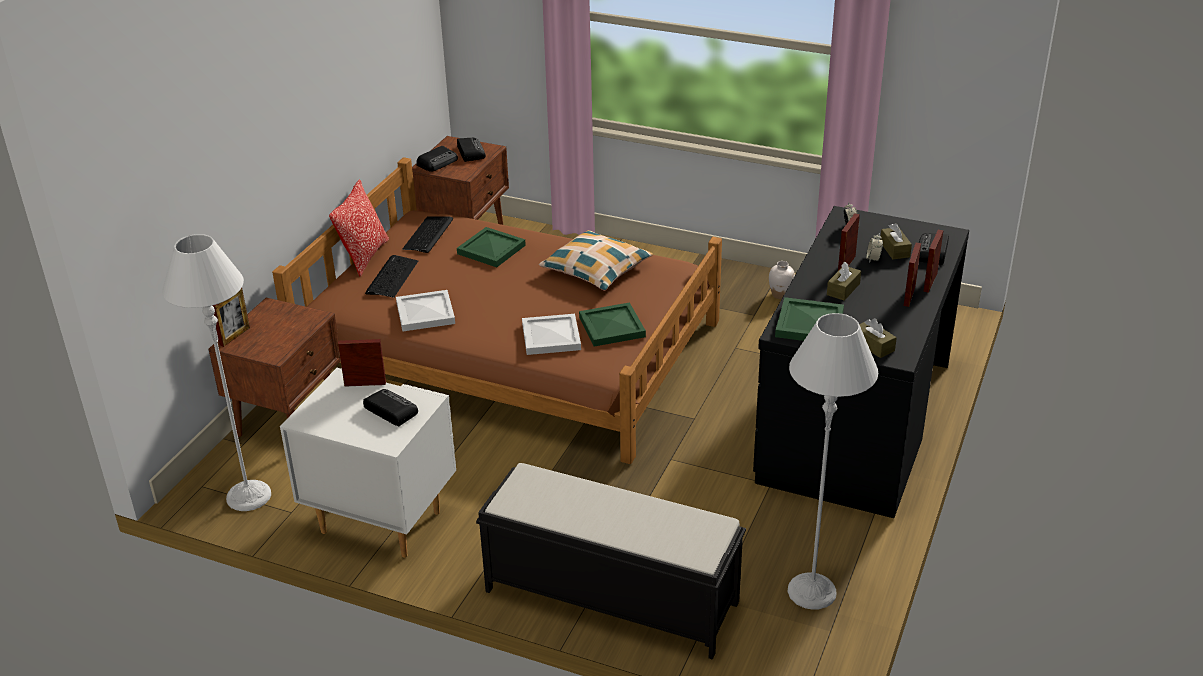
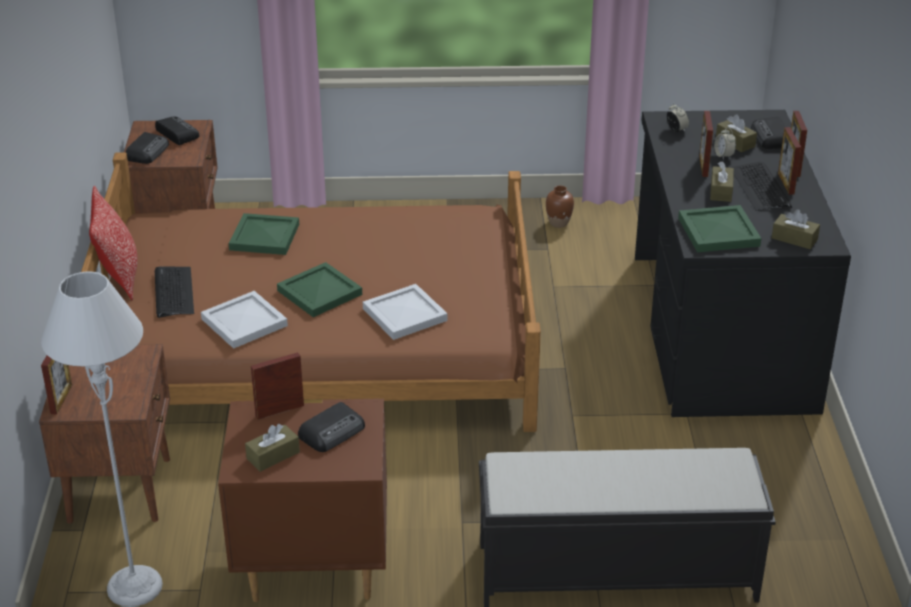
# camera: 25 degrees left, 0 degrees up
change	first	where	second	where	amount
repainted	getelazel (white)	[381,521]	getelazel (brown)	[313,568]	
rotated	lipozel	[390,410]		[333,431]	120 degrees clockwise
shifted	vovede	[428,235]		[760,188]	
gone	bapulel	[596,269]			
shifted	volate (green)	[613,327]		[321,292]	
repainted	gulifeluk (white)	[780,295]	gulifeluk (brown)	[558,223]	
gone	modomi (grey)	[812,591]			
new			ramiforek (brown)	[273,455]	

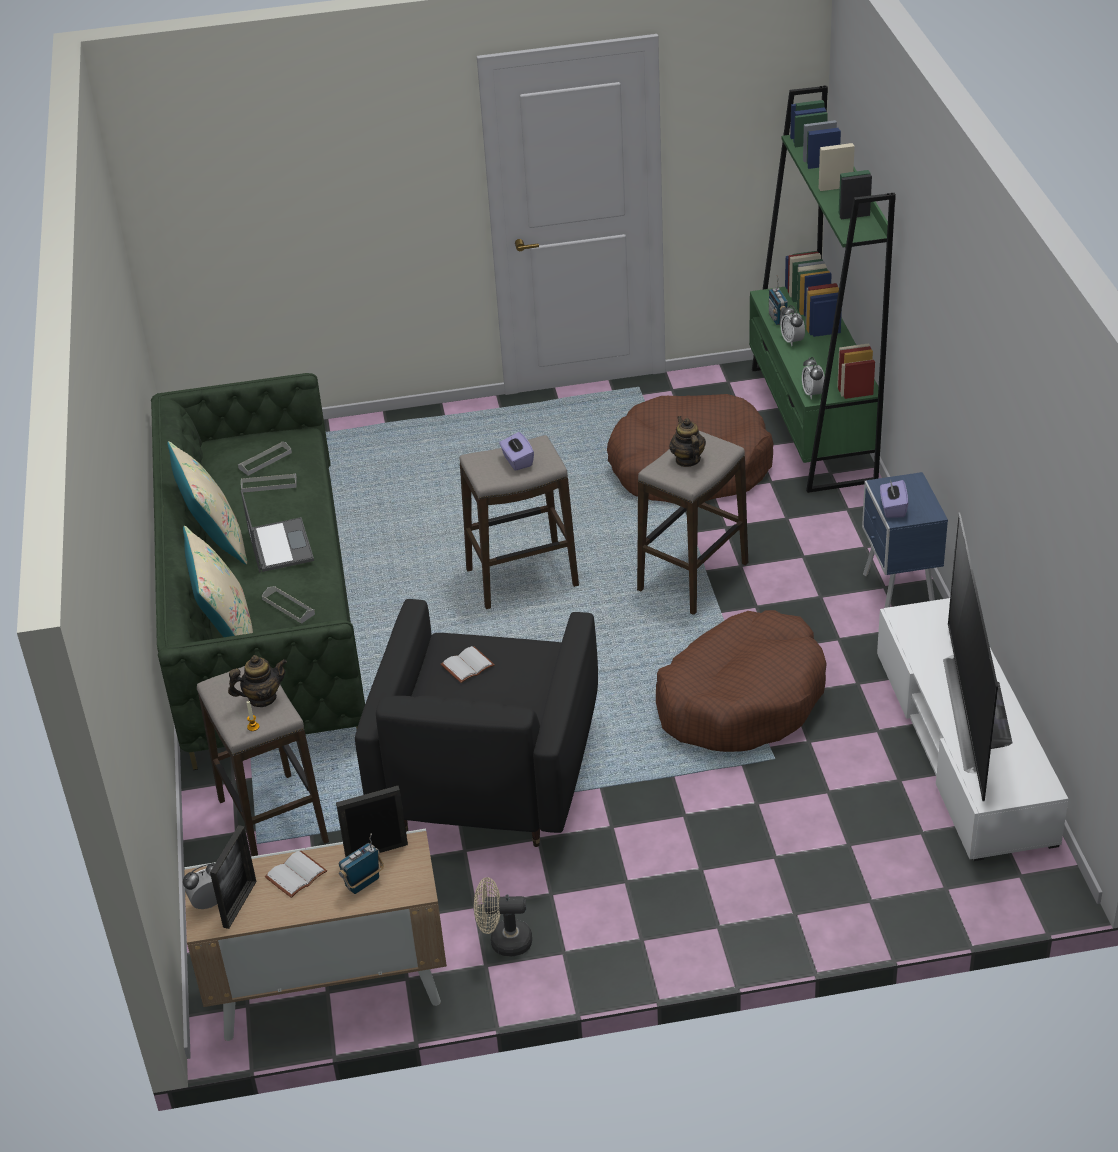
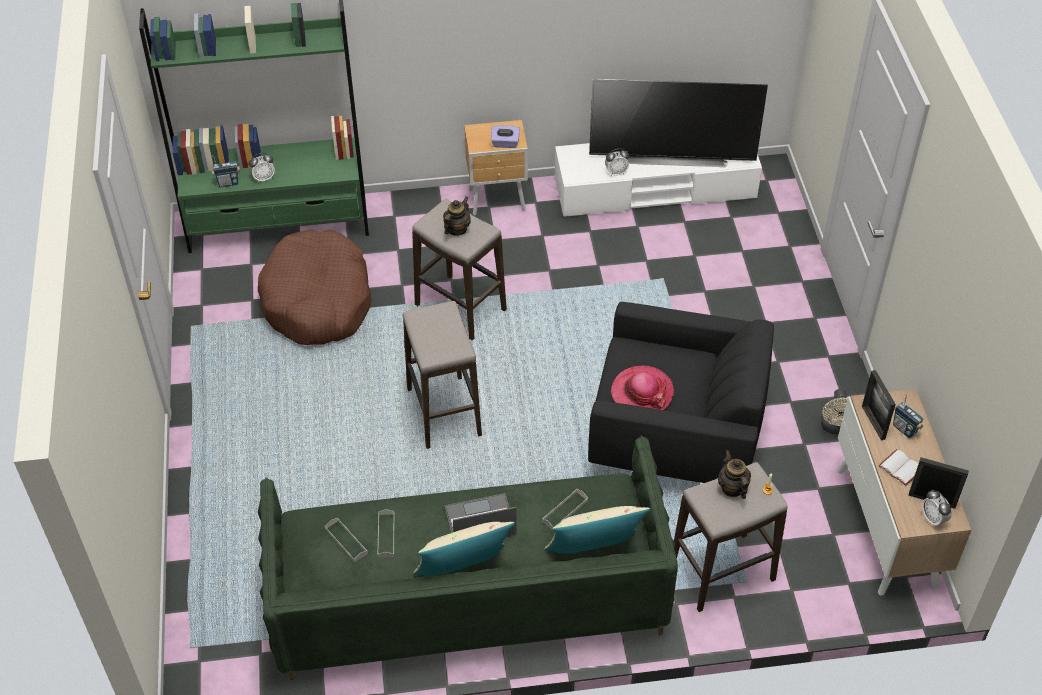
# camera: 90 degrees left, 10 degrees up
change	first	where	second	where	amount
swapped	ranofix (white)	[467,665]	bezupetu	[642,393]	
gone	ramiforek (purple)	[517,461]			
gone	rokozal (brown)	[741,699]			
rotated	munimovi	[687,460]		[456,229]	135 degrees clockwise
shifted	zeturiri	[812,393]		[616,172]	
repainted	getelazel (blue)	[898,594]	getelazel (brown)	[498,201]	

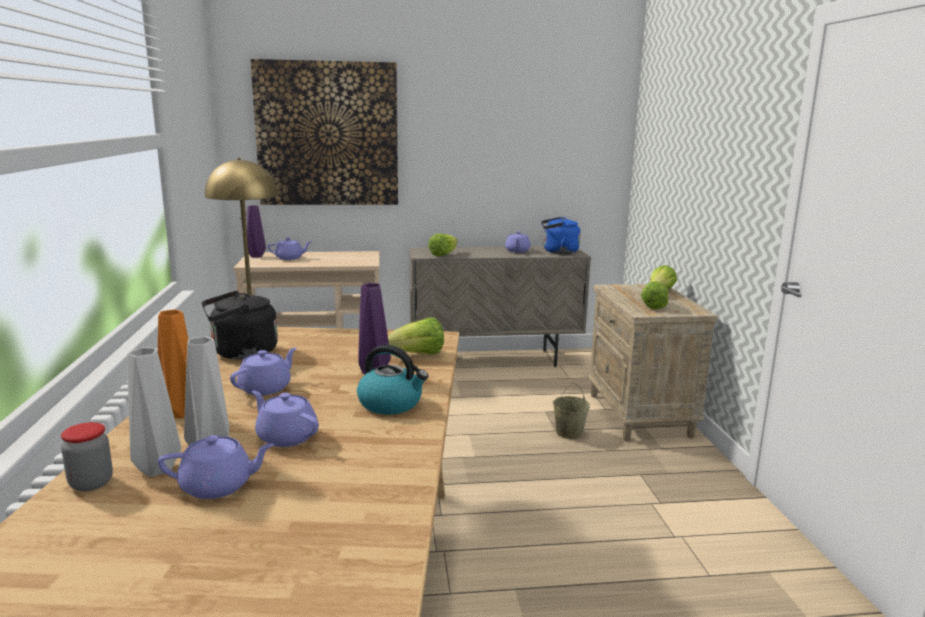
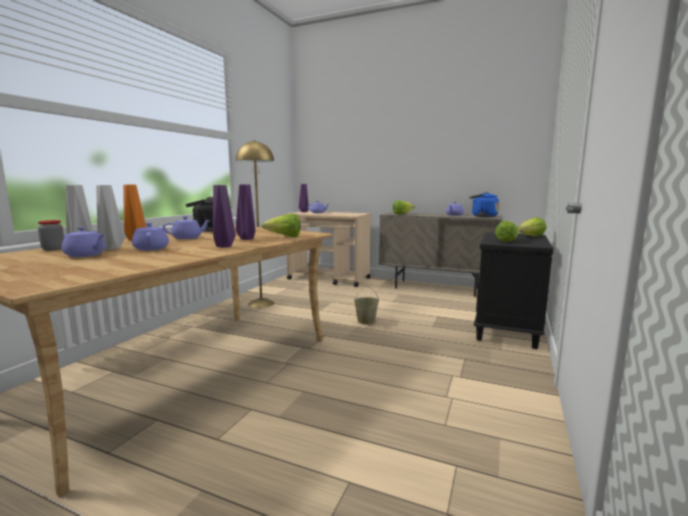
# camera: 30 degrees right, 5 degrees down
change	first	where	second	where	amount
gone	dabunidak	[327,134]			
swapped	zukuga	[391,404]	gulifeluk (purple)	[224,246]	
shifted	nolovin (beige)	[568,433]		[366,321]	
repainted	getelazel (beige)	[640,415]	getelazel (black)	[507,329]	

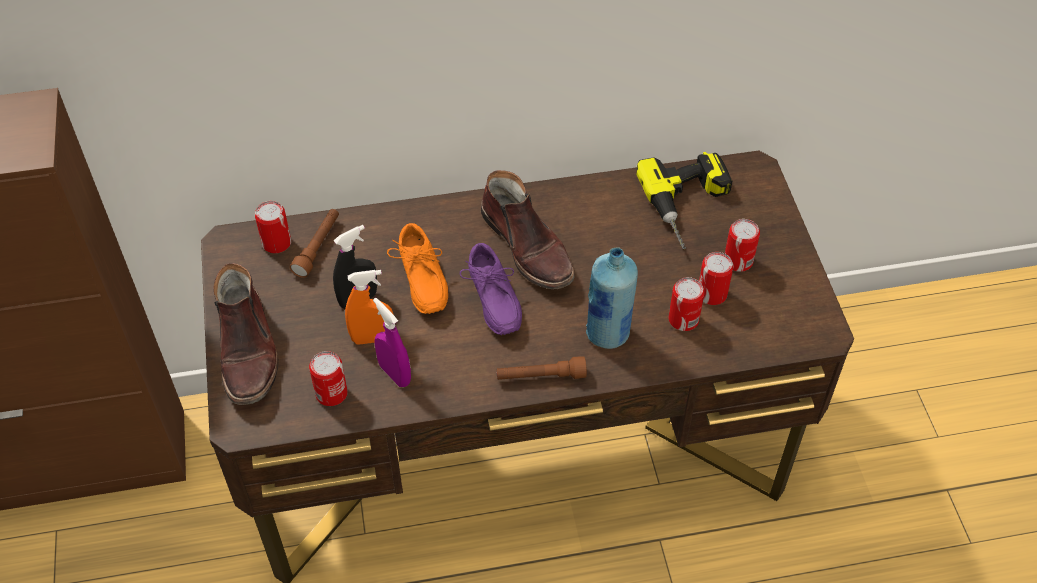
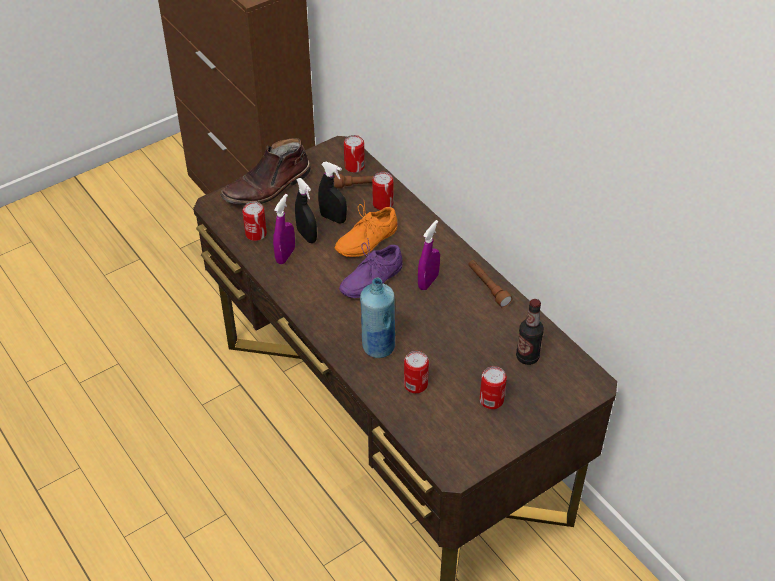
# camera: 65 degrees right, 5 degrees down
change	first	where	second	where	amount
repainted	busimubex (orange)	[372,338]	busimubex (black)	[307,236]	
swapped	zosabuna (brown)	[528,247]	busimubex (purple)	[428,282]	
shifted	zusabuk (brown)	[540,376]		[488,287]	
swapped	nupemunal	[691,206]	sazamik	[527,357]	
shifted	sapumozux	[712,294]		[382,204]	

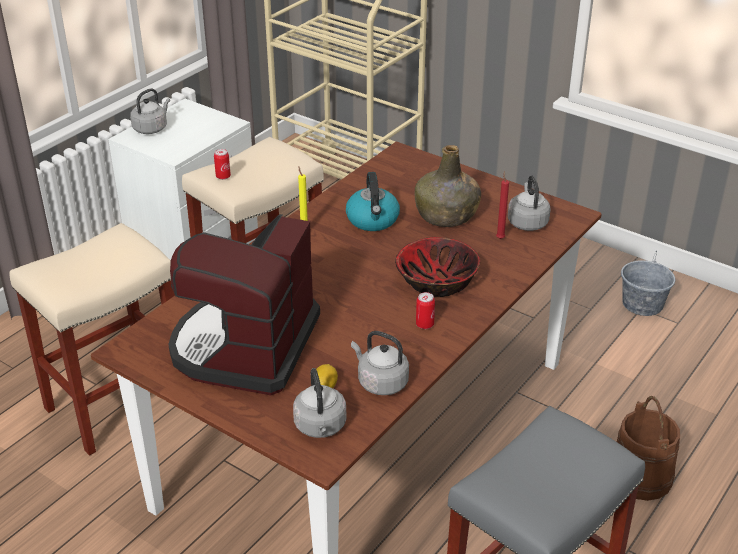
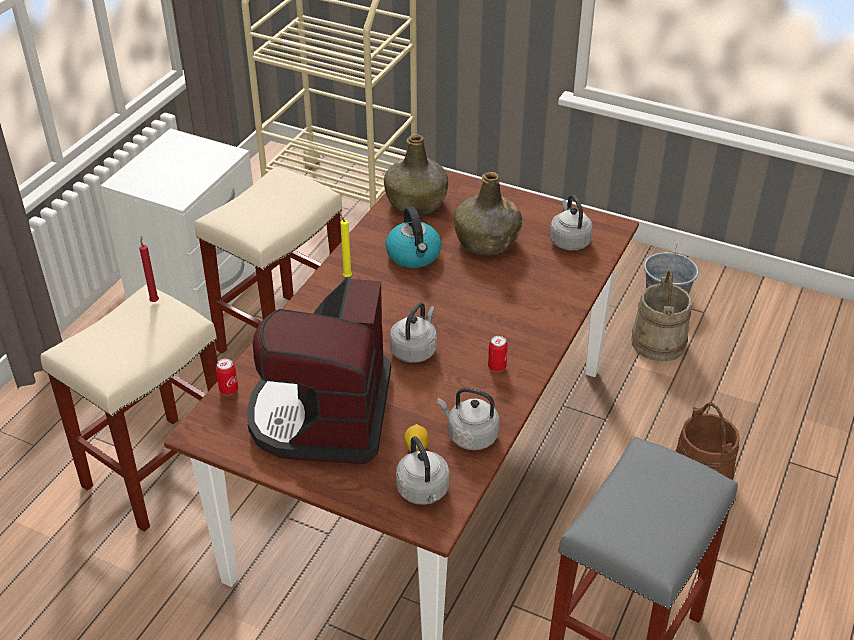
# camera: 10 degrees left, 5 degrees up
change	first	where	second	where	amount
shifted	zukuga (grey)	[151,128]		[415,349]	
shifted	sapumozux	[223,176]		[229,390]	
gone	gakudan	[436,282]			
shifted	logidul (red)	[500,238]		[154,301]	
new			sazamik (green)	[417,202]	
new			nolovin (beige)	[659,342]	

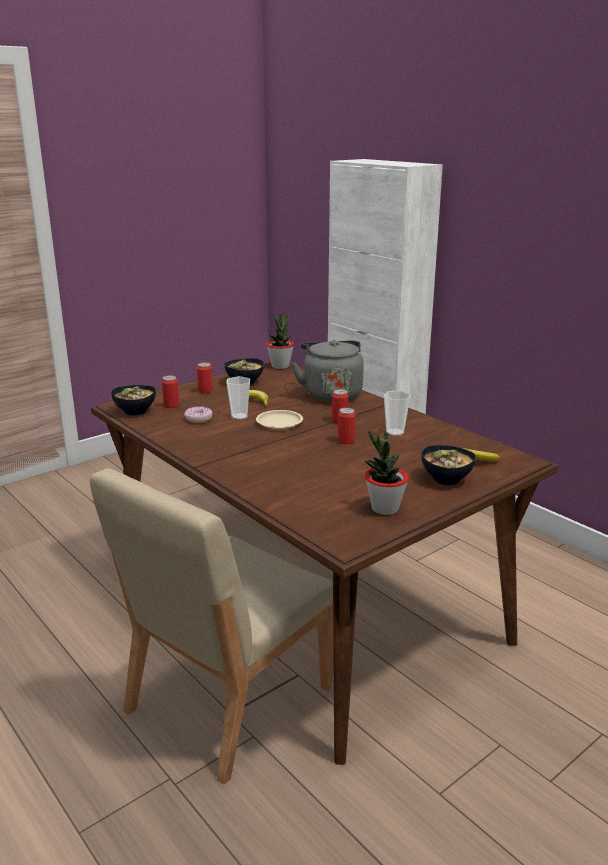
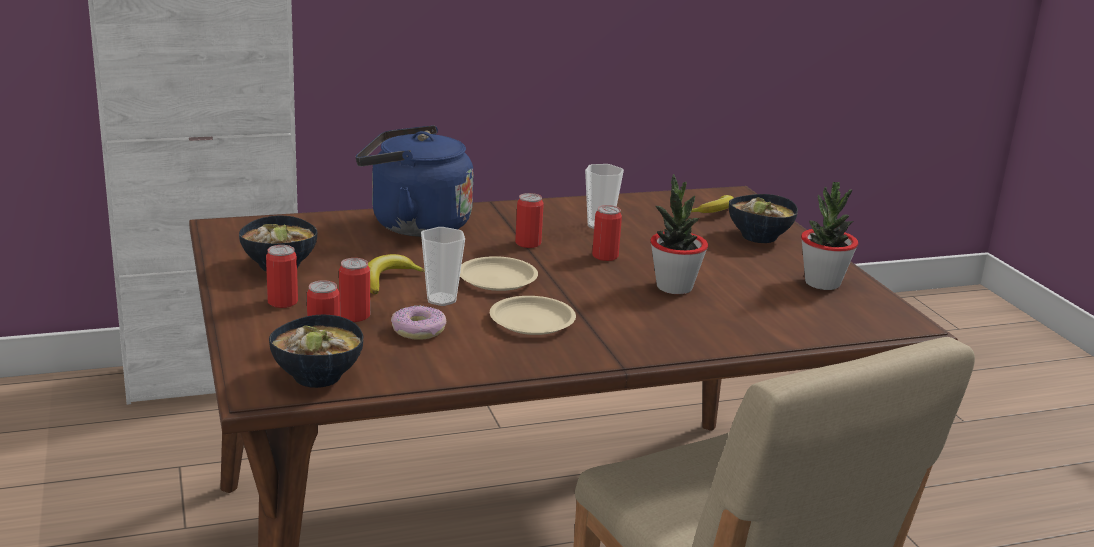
# camera: 70 degrees left, 0 degrees up
change	first	where	second	where	amount
shifted	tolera	[280,366]		[674,287]	
repainted	zukuga (grey)	[331,394]	zukuga (blue)	[414,224]	
new			sapumozux	[354,316]	
new			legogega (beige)	[532,321]	

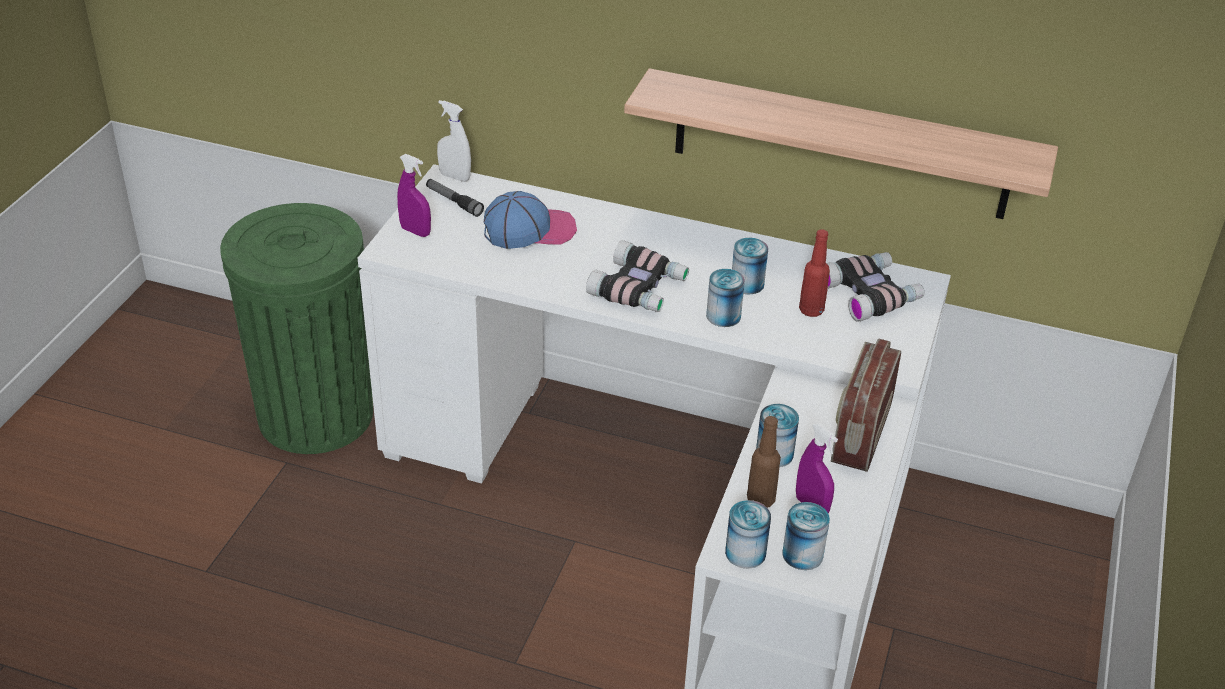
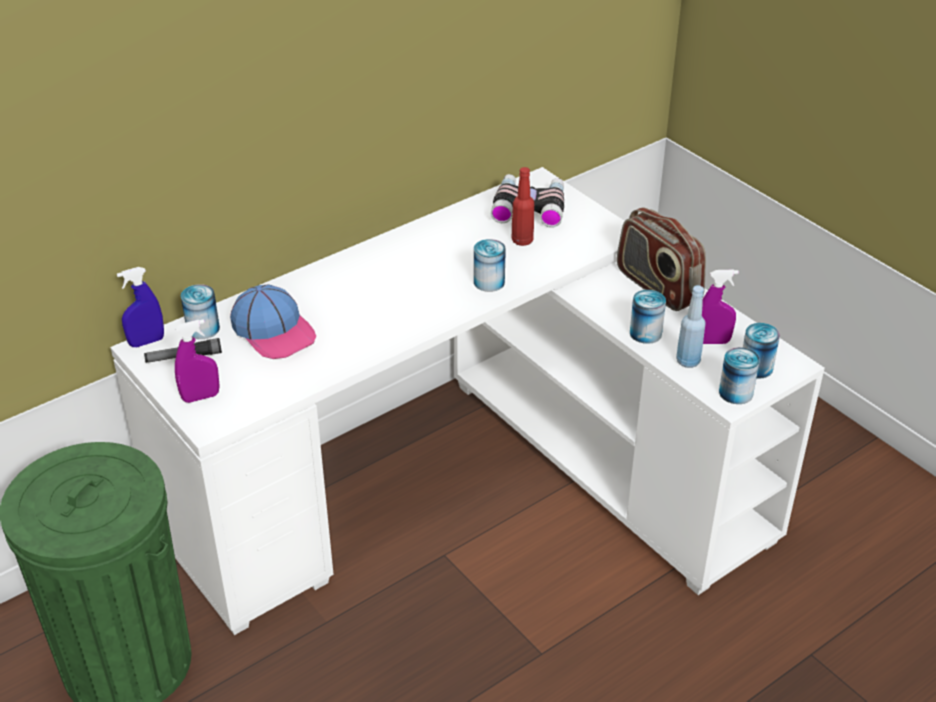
# camera: 55 degrees left, 0 degrees up
change	first	where	second	where	amount
repainted	busimubex (white)	[455,177]	busimubex (blue)	[146,342]	
rotated	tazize	[530,230]		[274,331]	120 degrees clockwise
gone	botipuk	[640,288]			
gone	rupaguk	[841,145]			
shifted	sapumozux	[747,284]		[203,329]	
repainted	sazamik (brown)	[760,500]	sazamik (blue)	[688,361]	

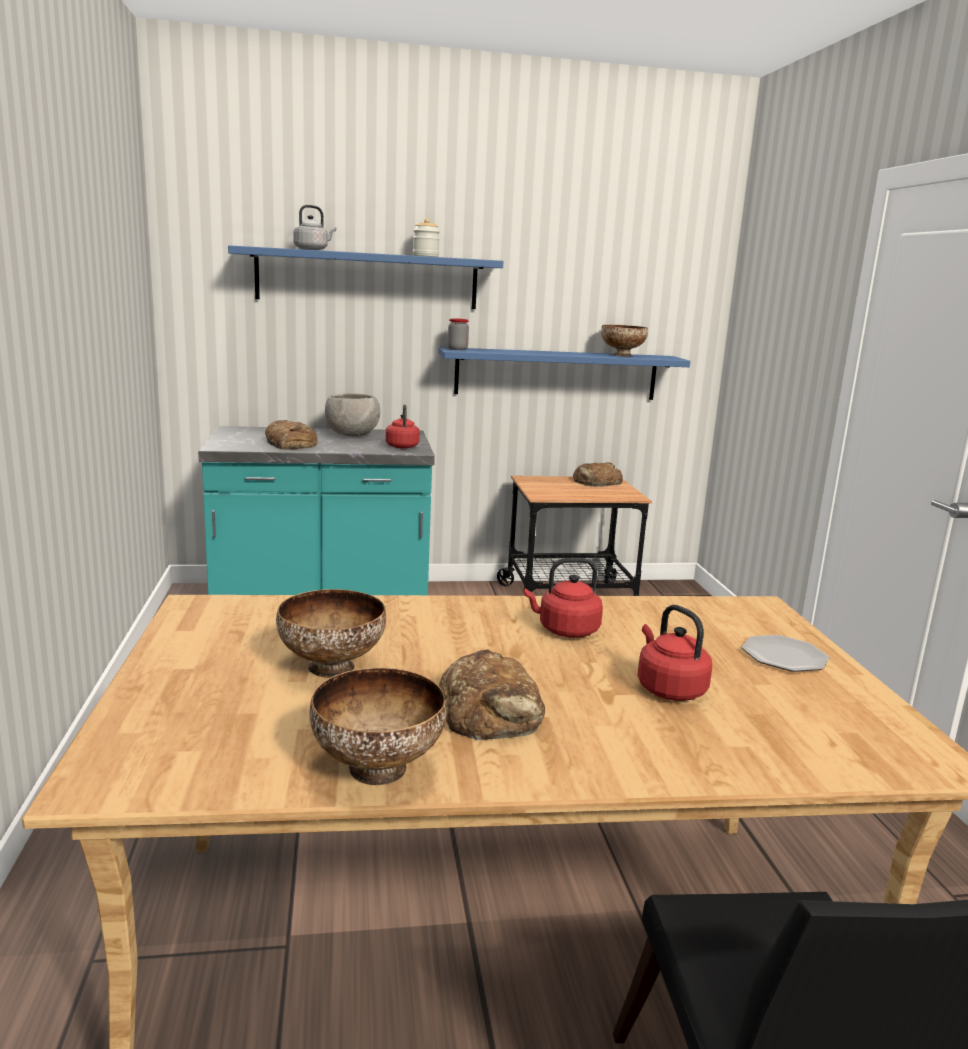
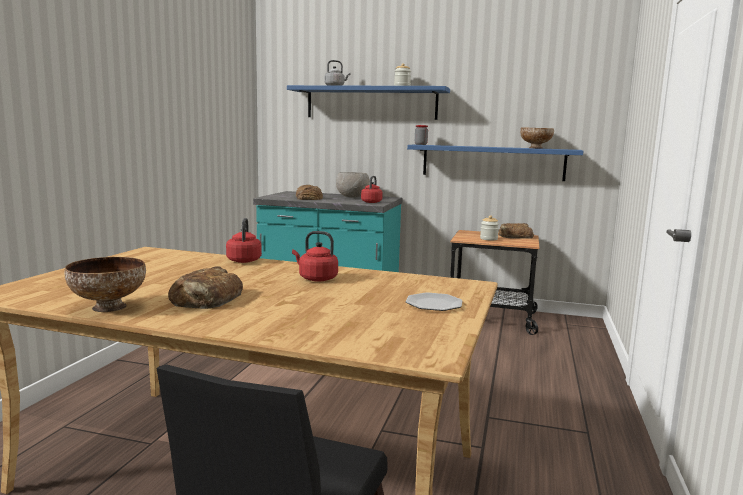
# camera: 25 degrees right, 5 degrees down
change	first	where	second	where	amount
gone	gakudan	[331,668]			
shifted	zukuga (red)	[668,688]		[244,260]	
new			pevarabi	[488,239]	

